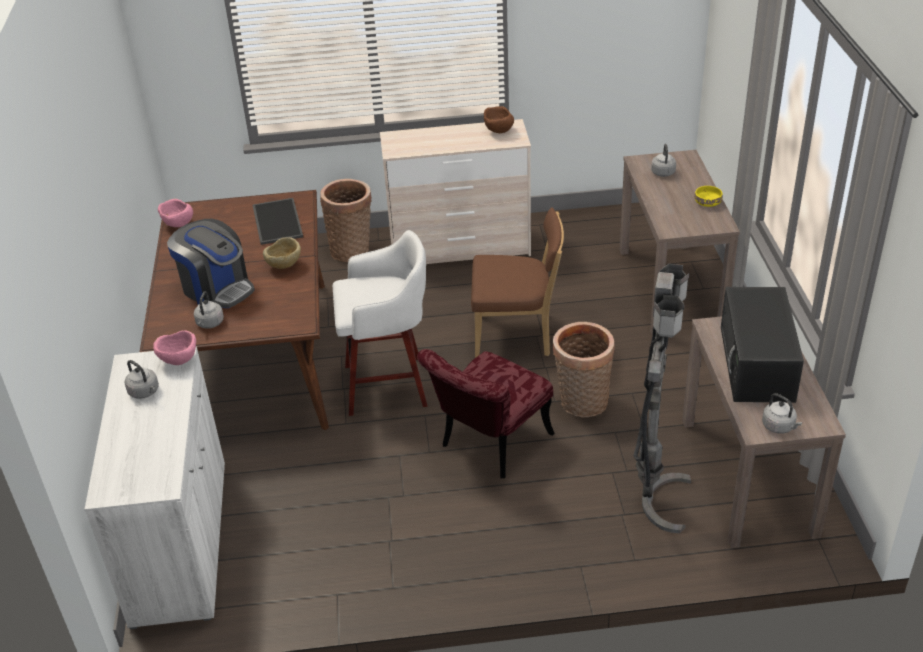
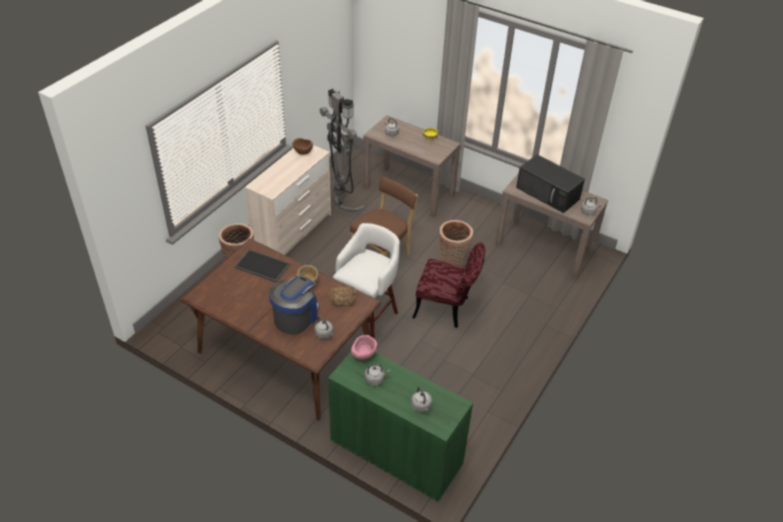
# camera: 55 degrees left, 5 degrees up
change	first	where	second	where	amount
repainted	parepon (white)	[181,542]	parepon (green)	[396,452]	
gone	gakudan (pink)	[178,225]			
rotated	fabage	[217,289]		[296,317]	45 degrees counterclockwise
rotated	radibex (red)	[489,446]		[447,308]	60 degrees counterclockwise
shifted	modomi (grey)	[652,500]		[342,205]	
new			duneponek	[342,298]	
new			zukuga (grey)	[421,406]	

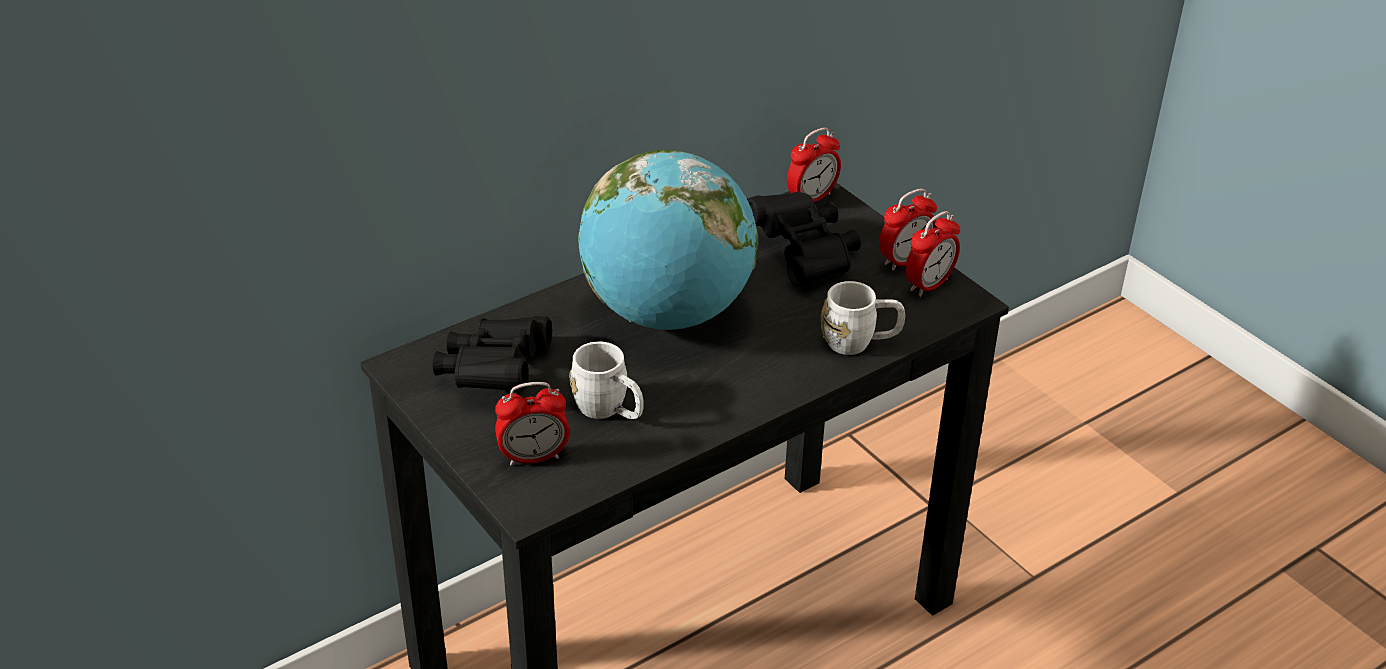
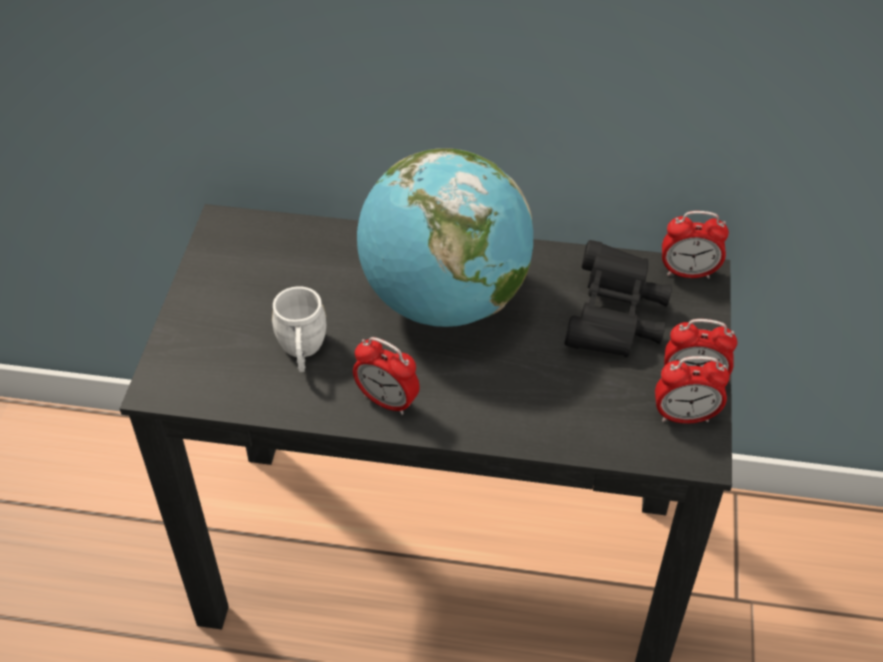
# camera: 45 degrees right, 10 degrees up
change	first	where	second	where	amount
gone	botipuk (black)	[494,373]			
shifted	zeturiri	[533,457]		[387,401]	
gone	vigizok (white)	[860,342]			

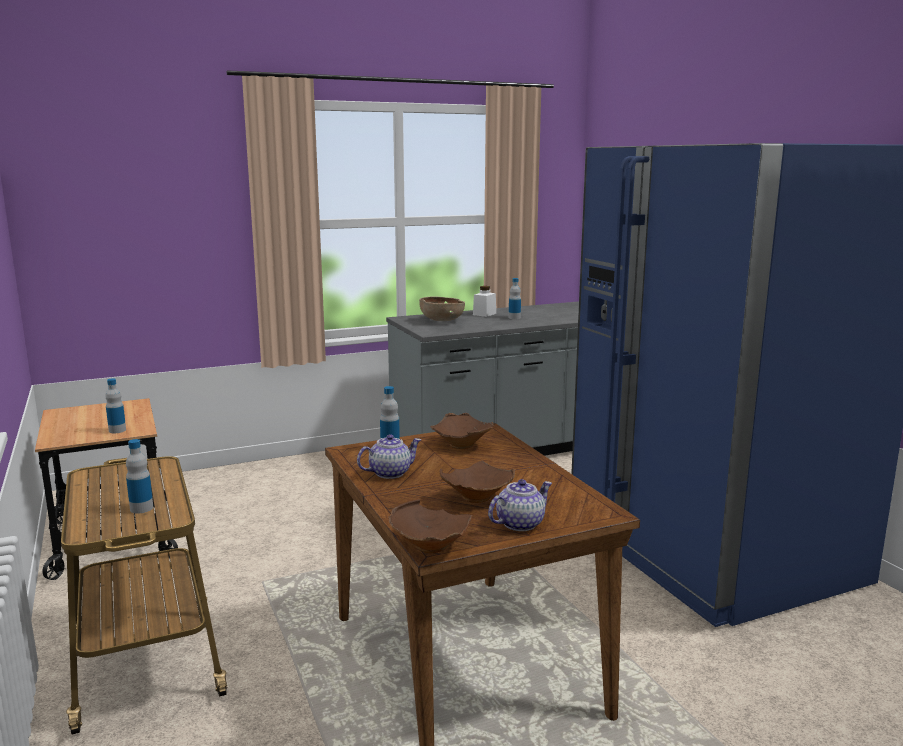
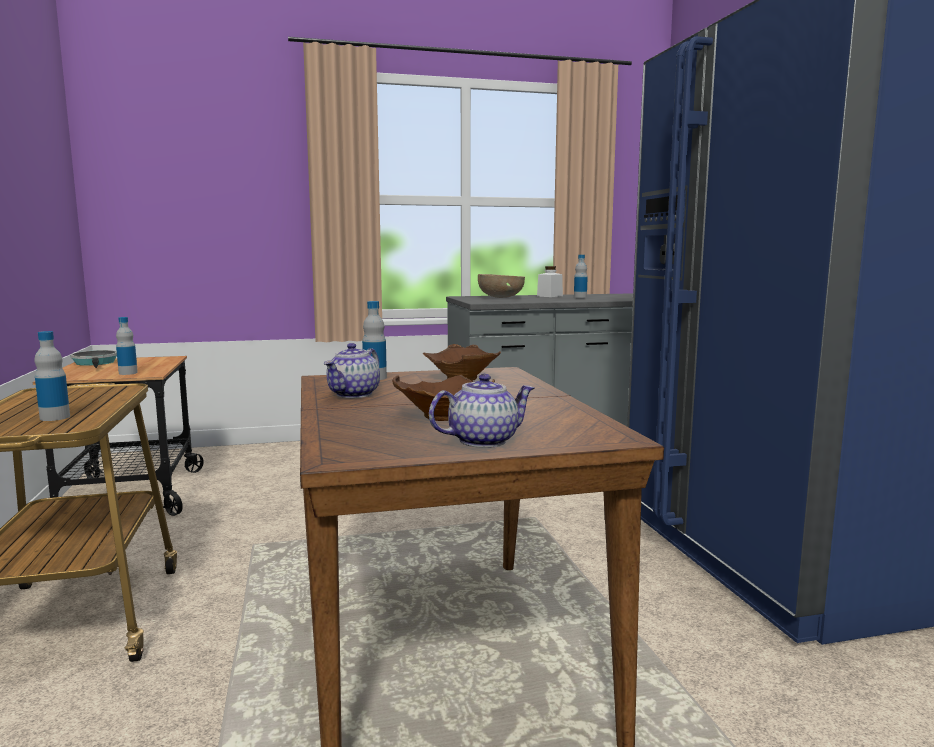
# camera: 10 degrees right, 5 degrees down
change	first	where	second	where	amount
rotated	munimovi	[390,473]		[354,394]	135 degrees clockwise
gone	gakudan (brown)	[429,547]			
new			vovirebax	[96,363]	

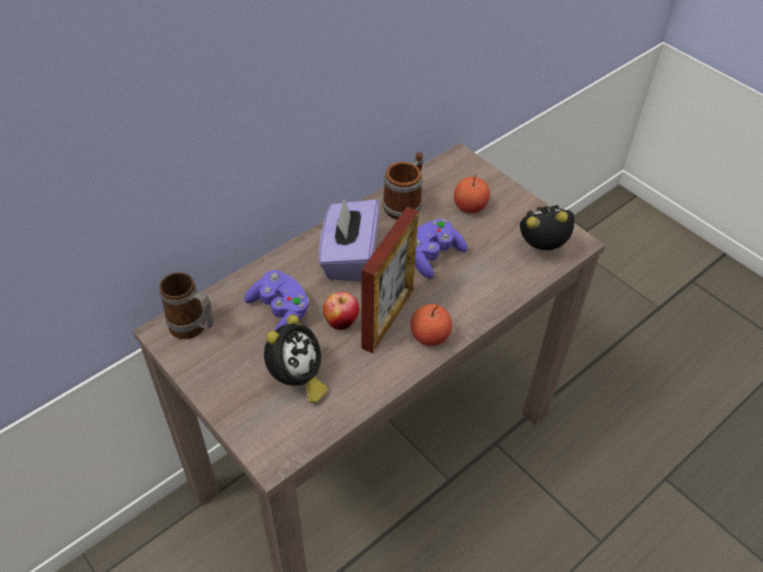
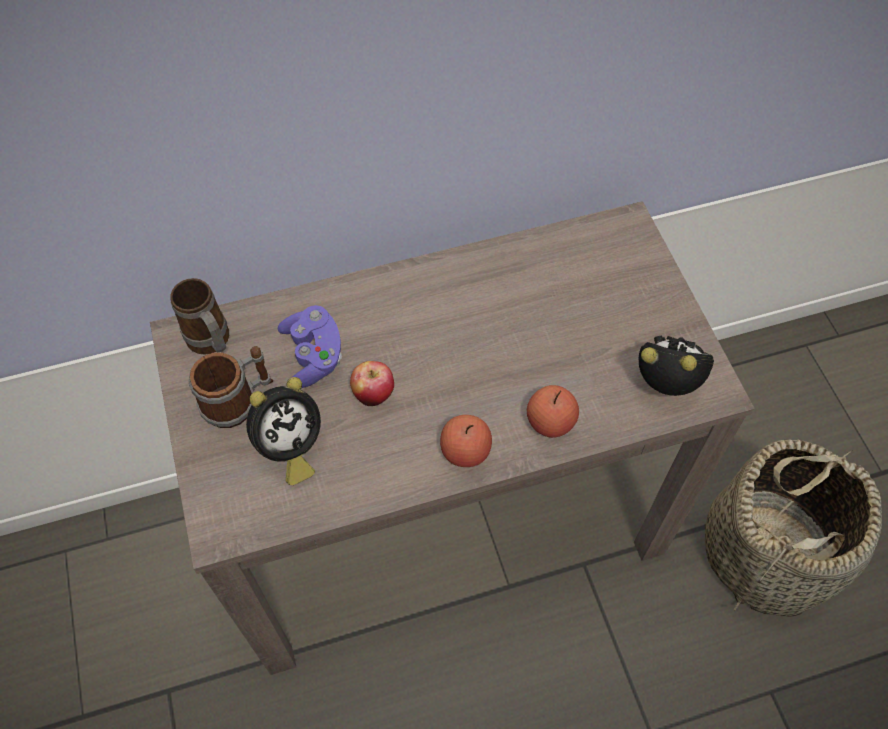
# camera: 25 degrees right, 10 degrees up
change	first	where	second	where	amount
gone	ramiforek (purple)	[349,257]			
gone	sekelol	[388,318]			
shifted	vigizok	[405,203]		[238,400]	
gone	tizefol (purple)	[432,256]			
shifted	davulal	[470,207]		[550,422]	
new			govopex	[767,552]	

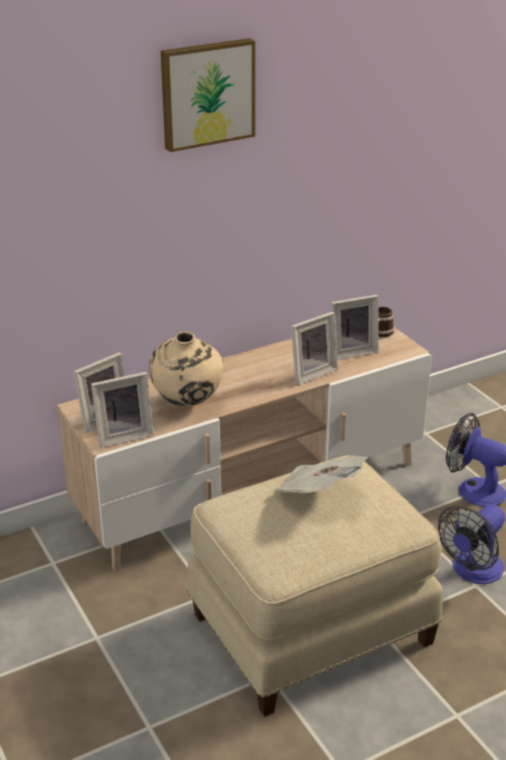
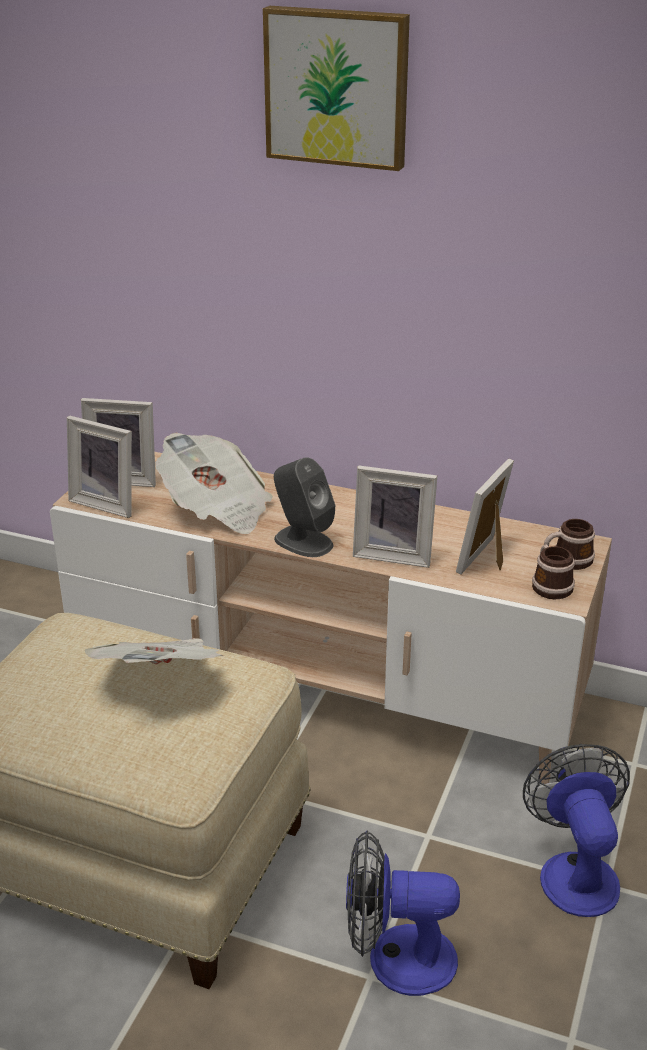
# camera: 50 degrees right, 0 degrees up
change	first	where	second	where	amount
swapped	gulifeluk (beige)	[188,403]	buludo	[216,509]	
rotated	sekelol	[351,351]		[488,559]	90 degrees clockwise
new			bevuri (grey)	[303,541]	
new			vigizok	[549,585]	

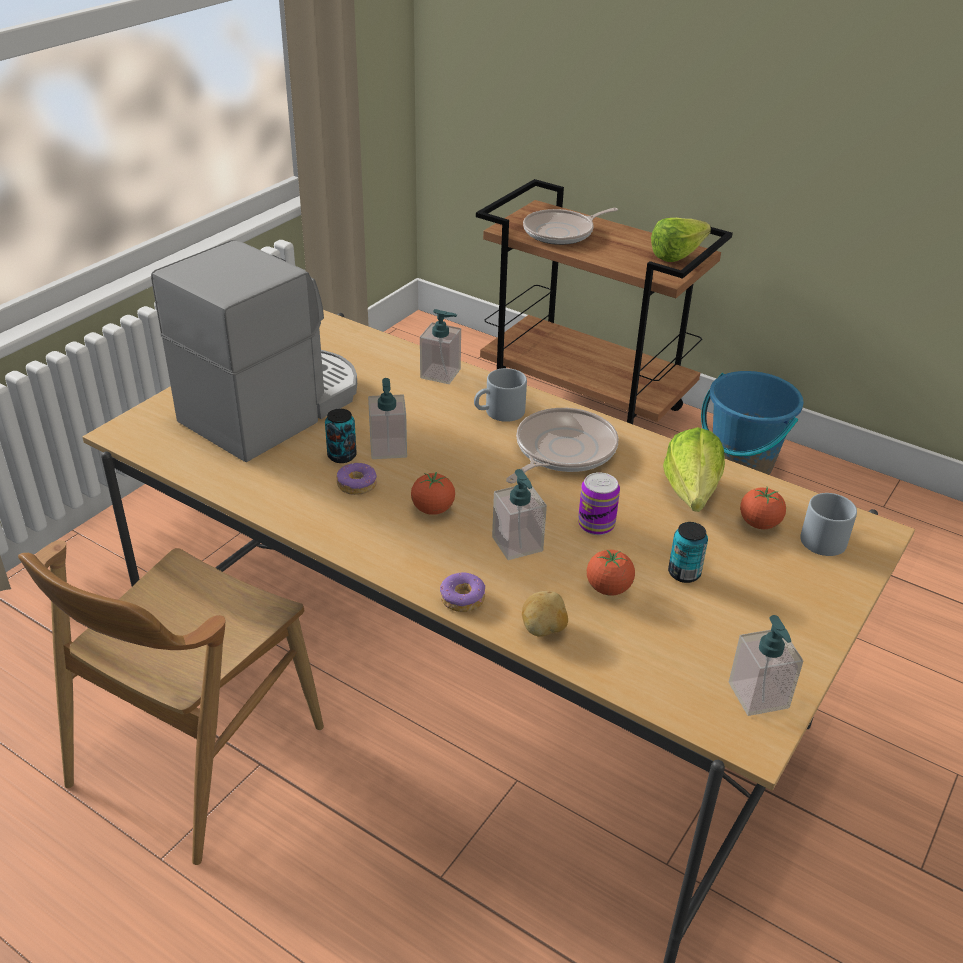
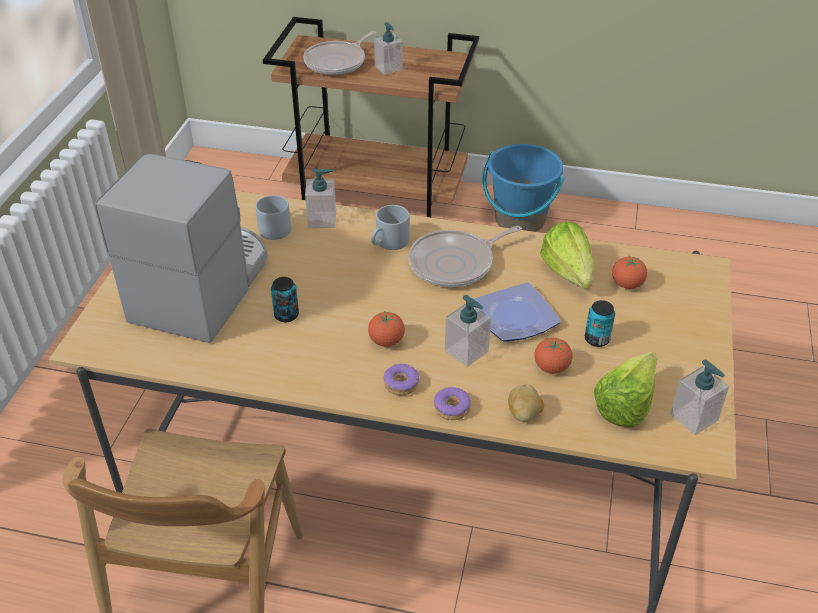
# camera: 20 degrees left, 5 degrees up
change	first	where	second	where	amount
shifted	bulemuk	[357,484]		[401,384]	
shifted	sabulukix	[388,448]		[388,68]	
rotated	vovirebax	[561,451]		[455,263]	135 degrees counterclockwise
swapped	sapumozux	[596,524]	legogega	[514,318]	
shifted	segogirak	[682,255]		[630,401]	
shifted	vigizok (grey)	[824,536]		[275,226]	

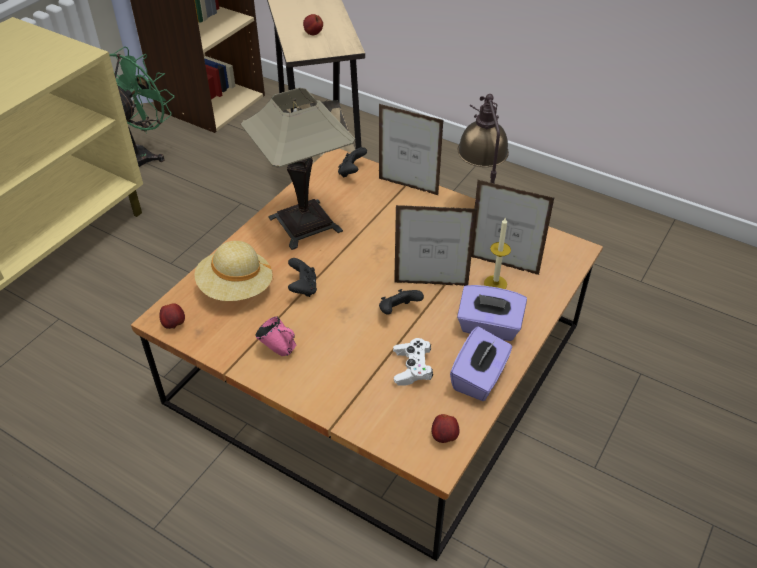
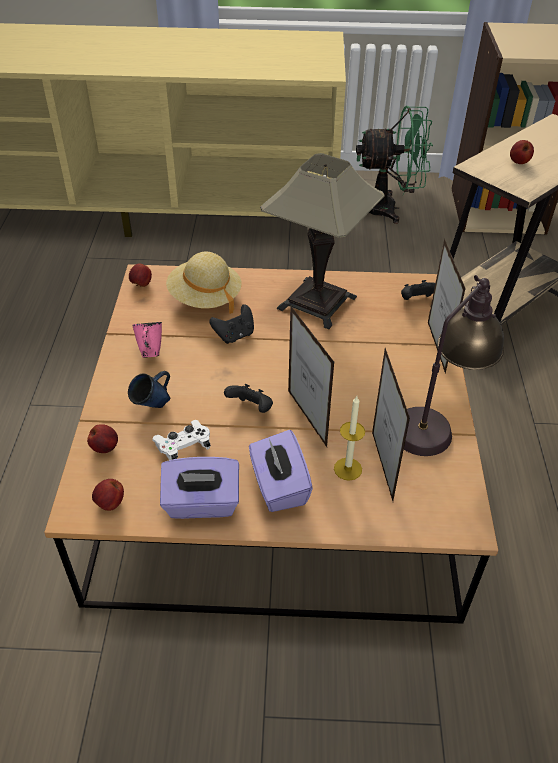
# camera: 60 degrees right, 0 degrees up
change	first	where	second	where	amount
new			davulal	[105,447]	
new			vigizok (blue)	[153,407]	

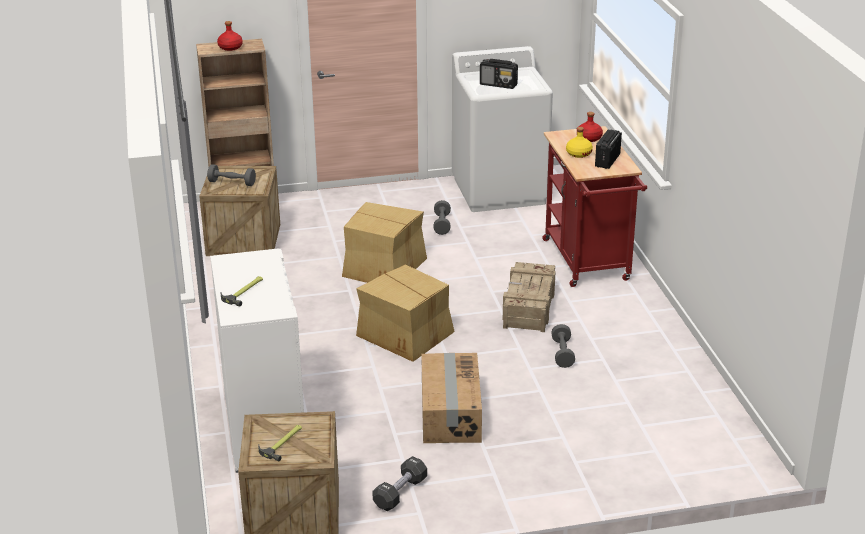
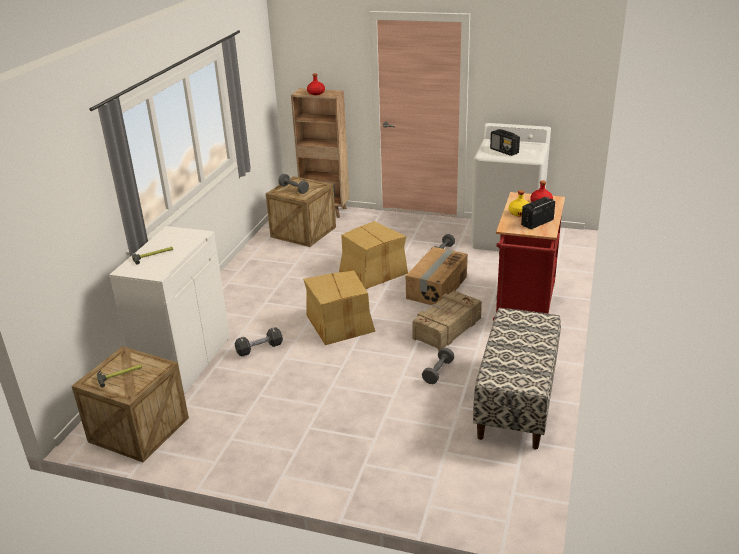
# camera: 30 degrees right, 0 degrees up
change	first	where	second	where	amount
shifted	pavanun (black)	[400,493]		[259,348]	
shifted	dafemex	[449,413]		[436,287]	
new			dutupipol	[517,401]	

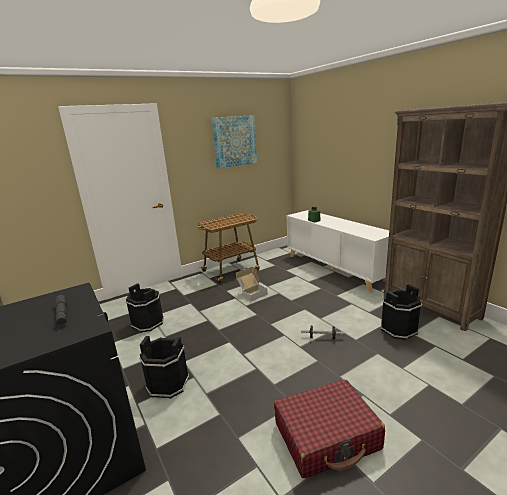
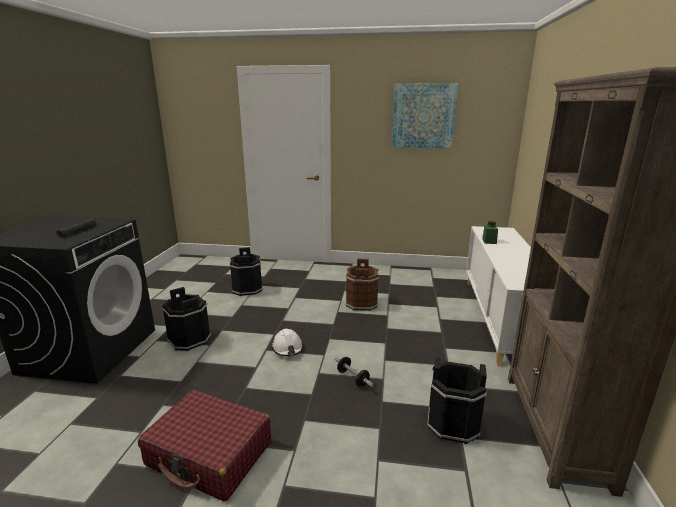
# camera: 40 degrees right, 0 degrees up
change	first	where	second	where	amount
gone	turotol	[231,270]			
swapped	dafemex	[251,293]	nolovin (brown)	[362,303]	
new			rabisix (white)	[287,348]	

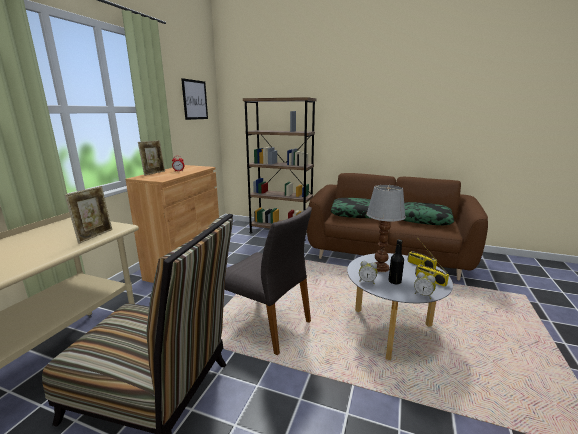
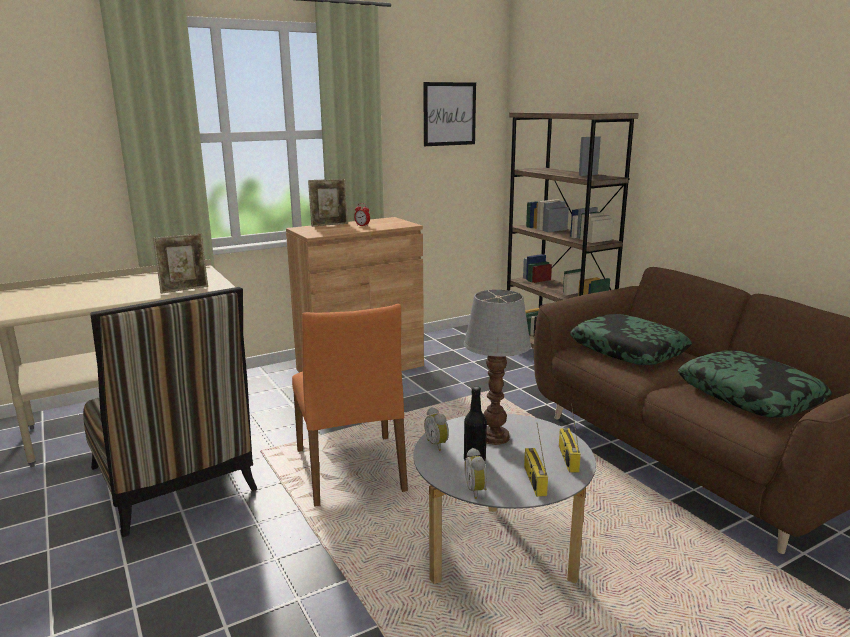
# camera: 40 degrees right, 0 degrees up
change	first	where	second	where	amount
repainted	radibex (grey)	[266,324]	radibex (orange)	[352,470]	

